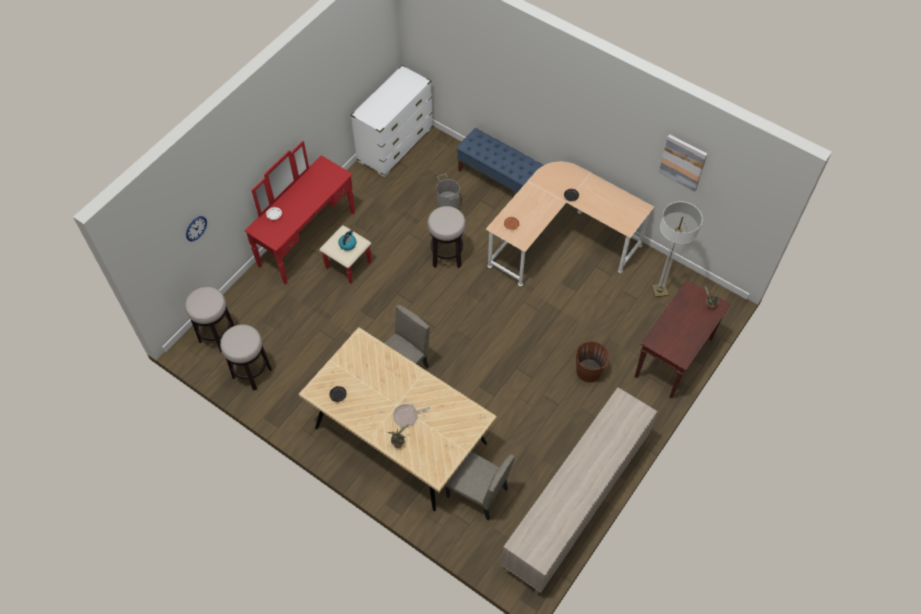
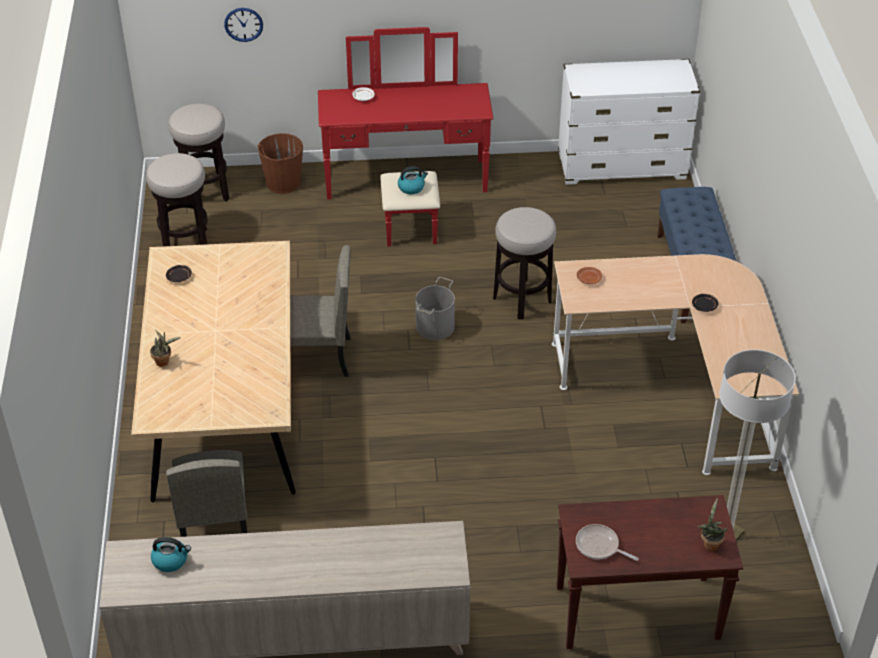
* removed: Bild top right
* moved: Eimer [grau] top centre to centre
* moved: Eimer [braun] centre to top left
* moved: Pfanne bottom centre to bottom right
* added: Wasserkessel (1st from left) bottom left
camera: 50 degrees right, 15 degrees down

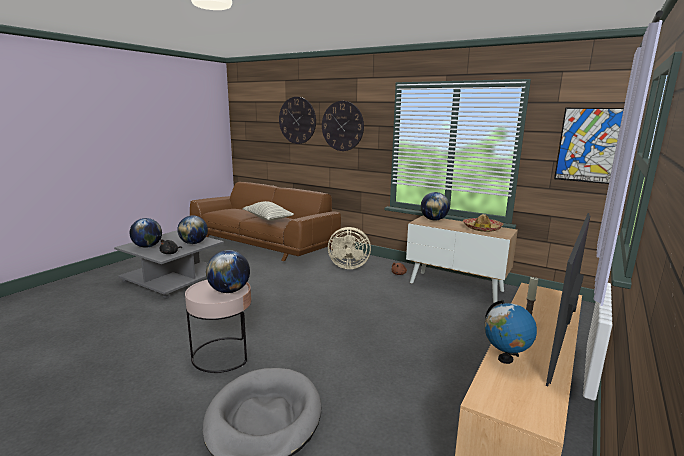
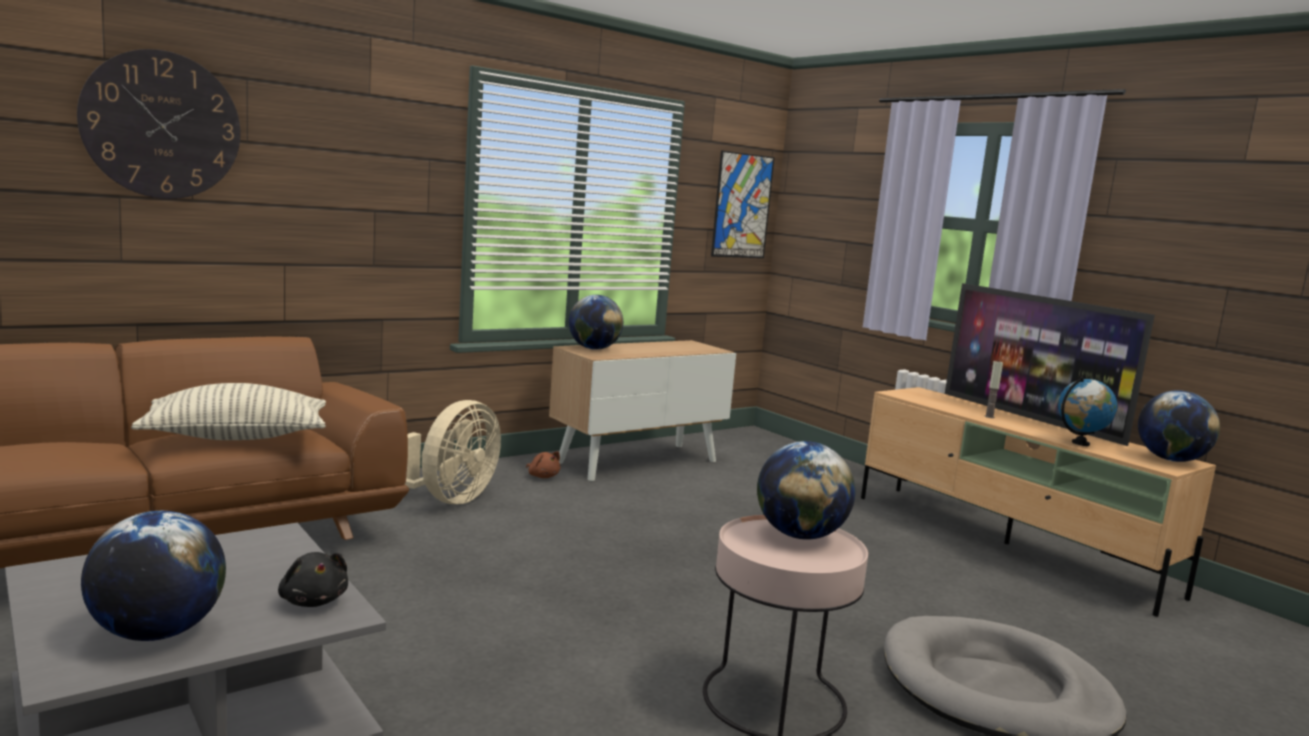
* removed: Wanduhr (2nd from left) top centre
* removed: Hut middle right
* moved: Globus (2nd from left in the first image) middle left to Globus (5th from left) middle right
camera: 70 degrees left, 5 degrees down

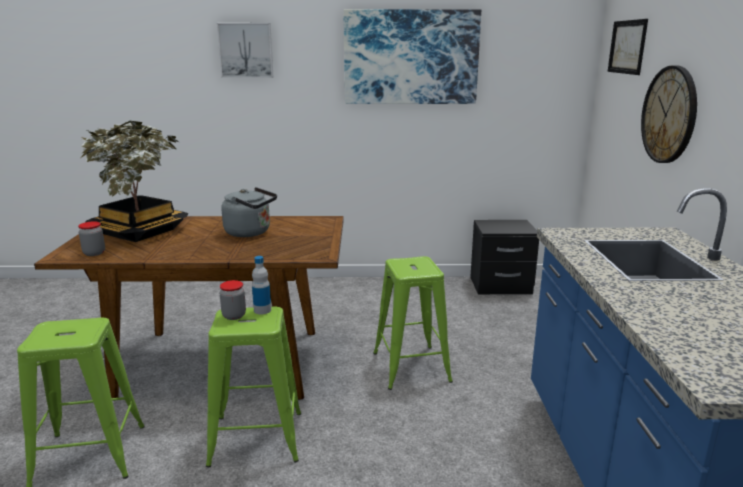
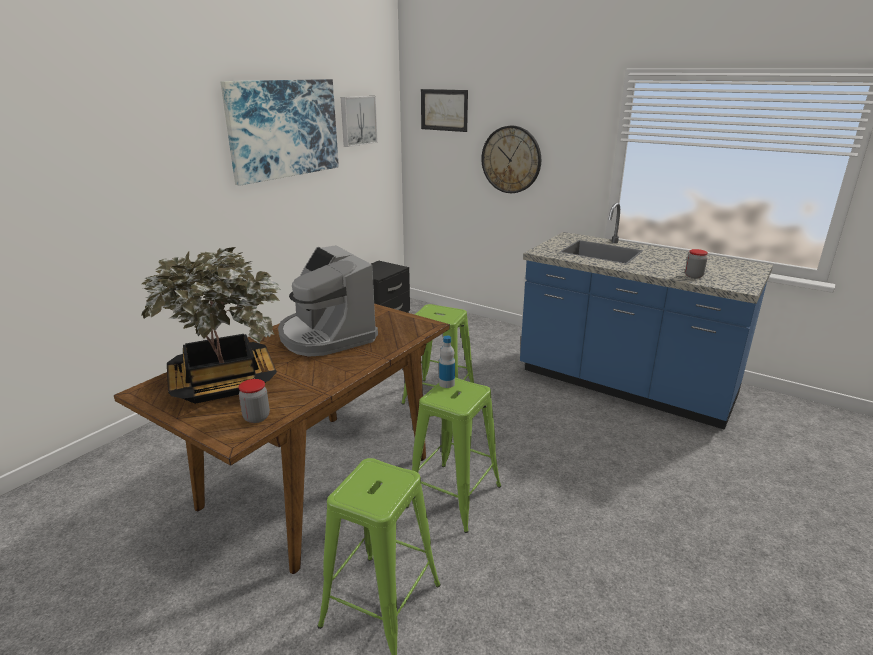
* moved: Bild (1st from left in the first image) top left to Bild (2nd from left) top centre
* replaced: Wasserkessel [grau] centre to Kaffeemaschine centre
* moved: Vorratsglas (2nd from left) middle left to middle right
camera: 55 degrees left, 5 degrees up

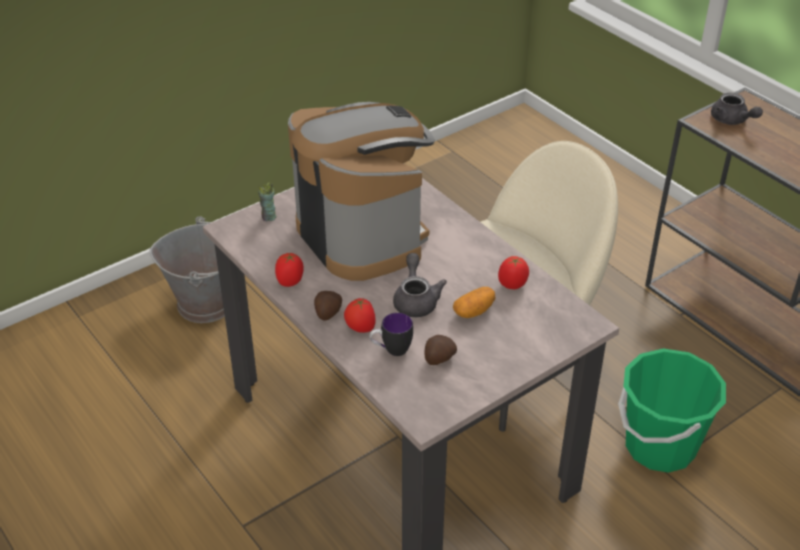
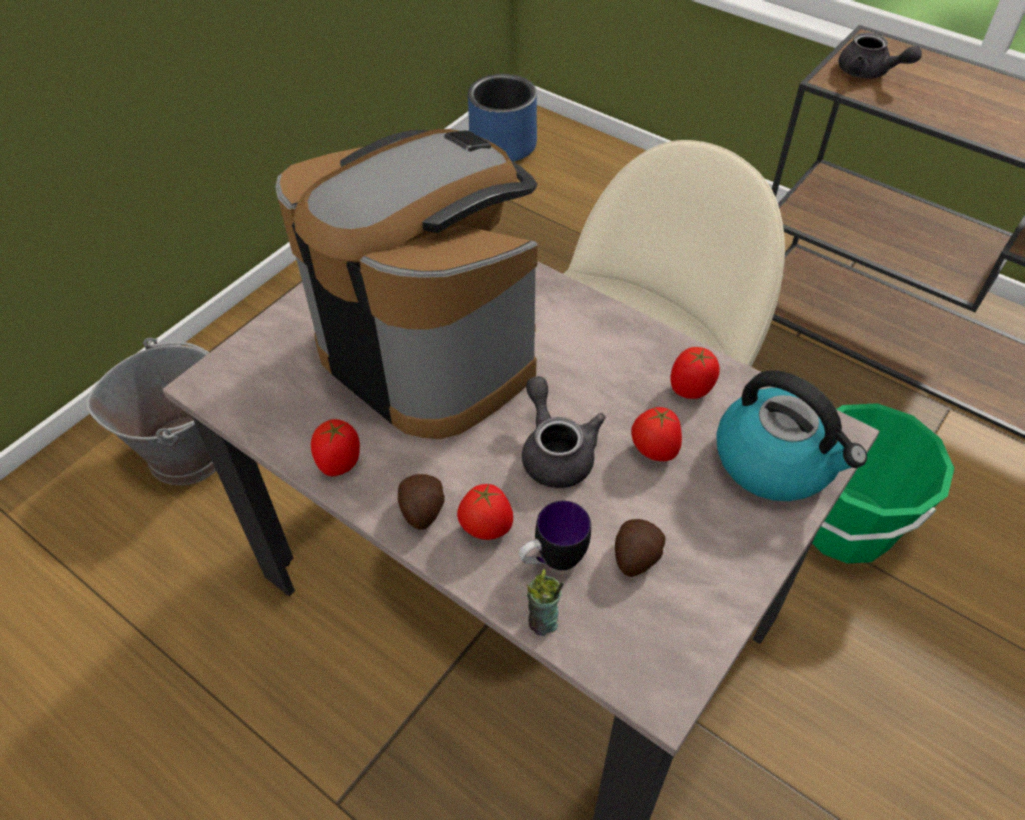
* moved: Tasse centre to bottom centre
* replaced: Kartoffel (3rd from left) centre to Tomate (3rd from left) centre
* added: Pflanzkübel [blau] top centre
* added: Wasserkessel middle right
camera: 15 degrees left, 10 degrees up

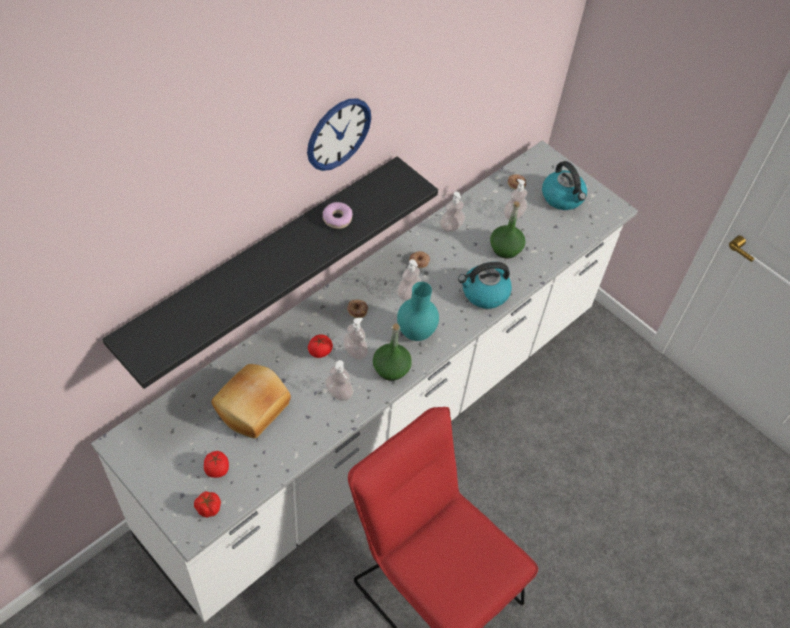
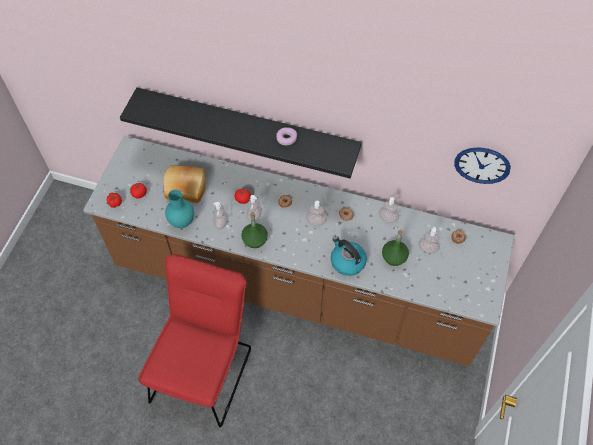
* moved: Wanduhr top centre to middle right
* recoloured: Küchenzeile [weiß] centre to Küchenzeile [braun] centre
* removed: Wasserkessel (2nd from left) top right
* moved: Vase [türkis] centre to middle left
camera: 65 degrees right, 5 degrees up

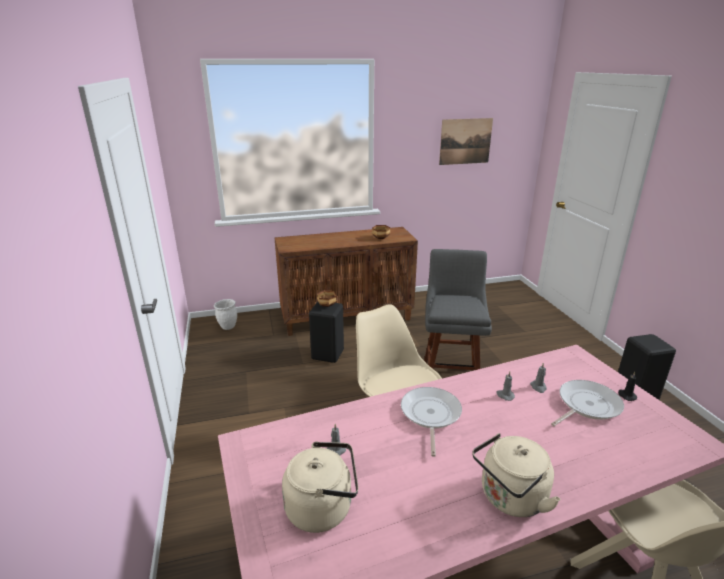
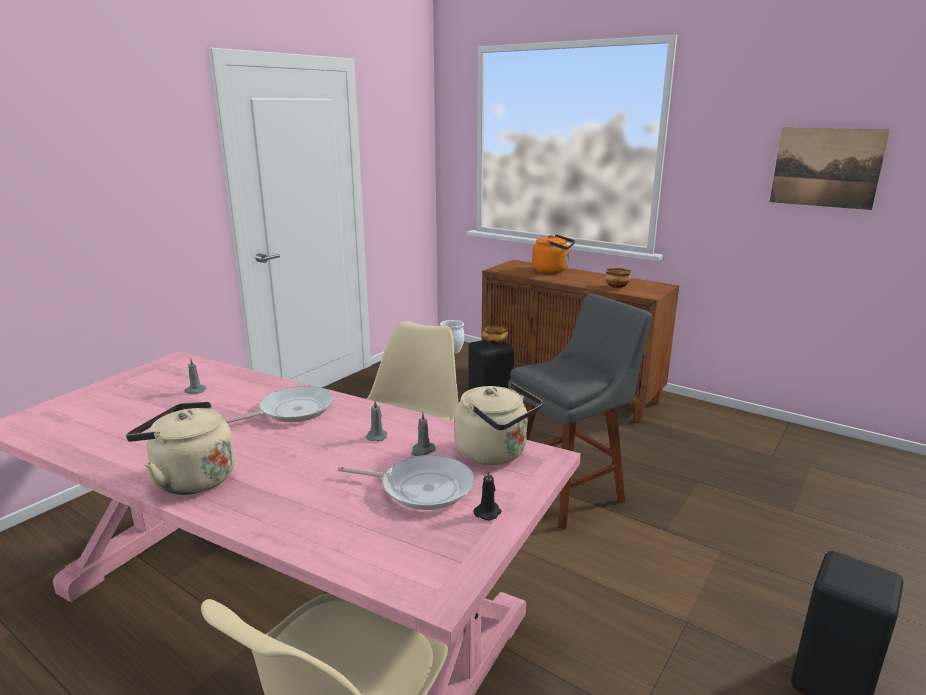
* moved: Wasserkessel [beige] (1st from left in the first image) bottom centre to Wasserkessel [beige] (2nd from left) centre
* added: Wasserkessel [orange] centre
camera: 50 degrees right, 5 degrees down

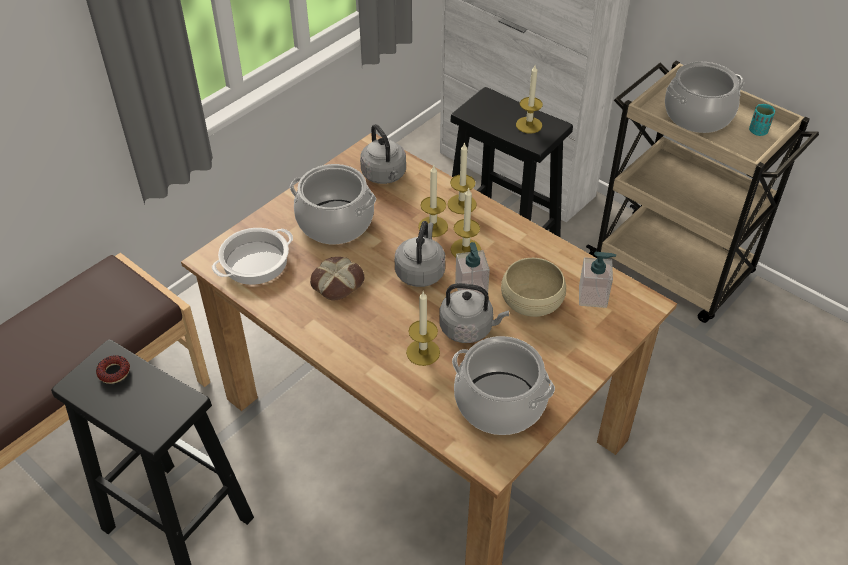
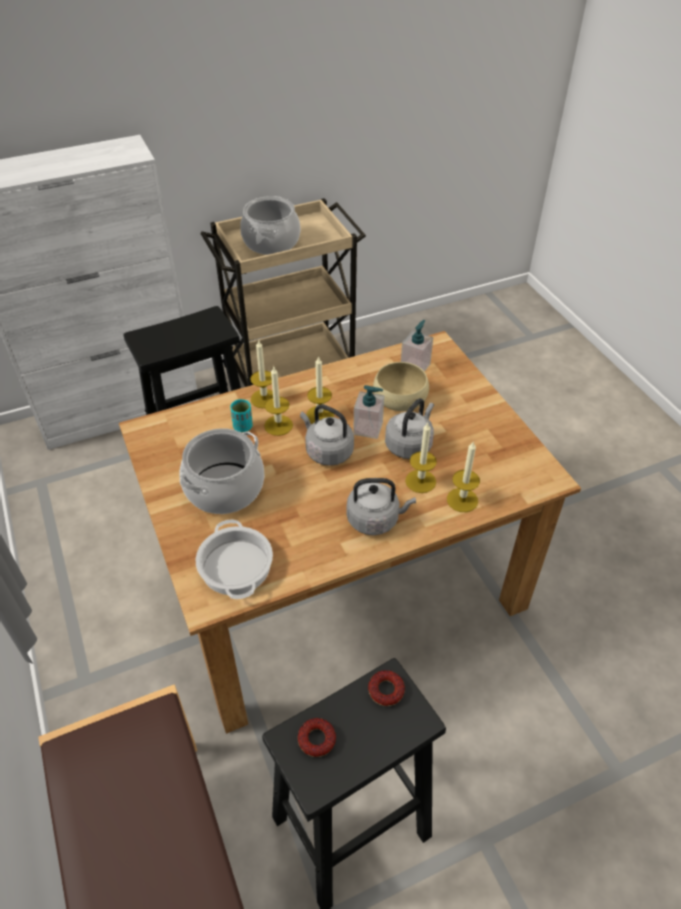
* moved: Kerze (5th from left) top centre to middle right
* moved: Tasse [türkis] top right to centre
* moved: Wasserkessel [grau] (1st from left in the first image) top centre to Wasserkessel [grau] (2nd from left) centre
* removed: Brot centre
* removed: Kochtopf (3rd from left) bottom centre
* added: Donut (2nd from left) bottom centre
camera: 65 degrees left, 0 degrees up

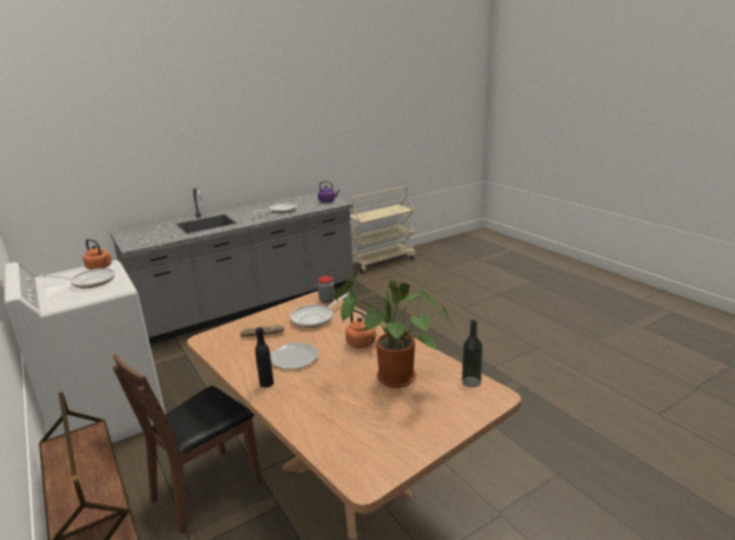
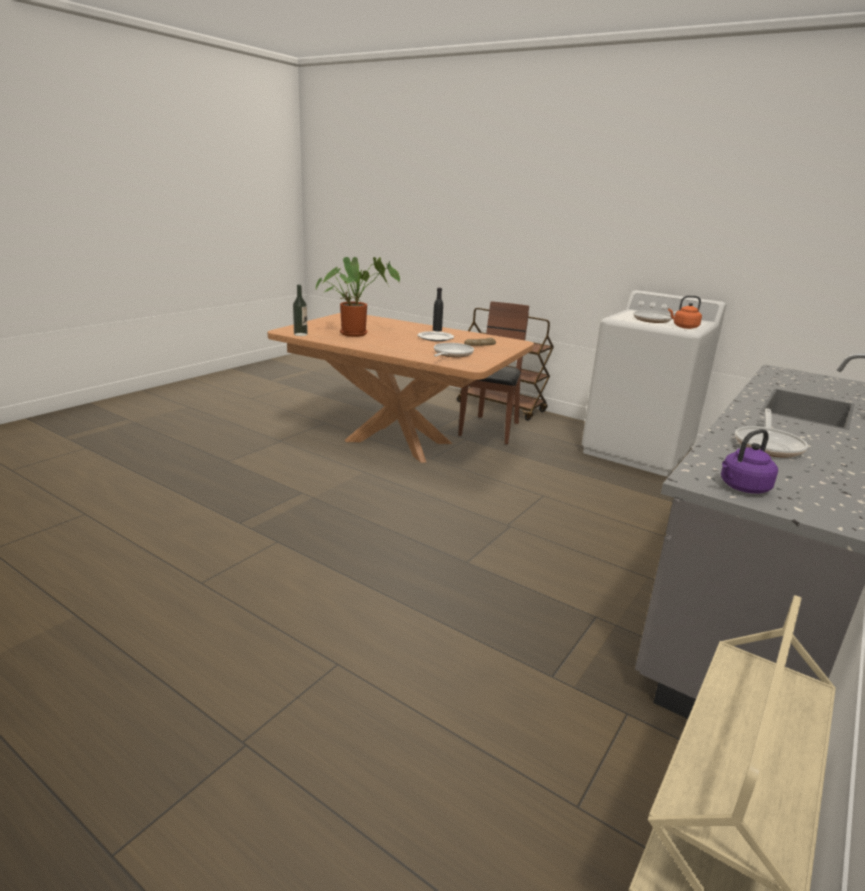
* removed: Vorratsglas centre
* removed: Wasserkessel [orange] (2nd from left) centre
camera: 155 degrees right, 0 degrees up

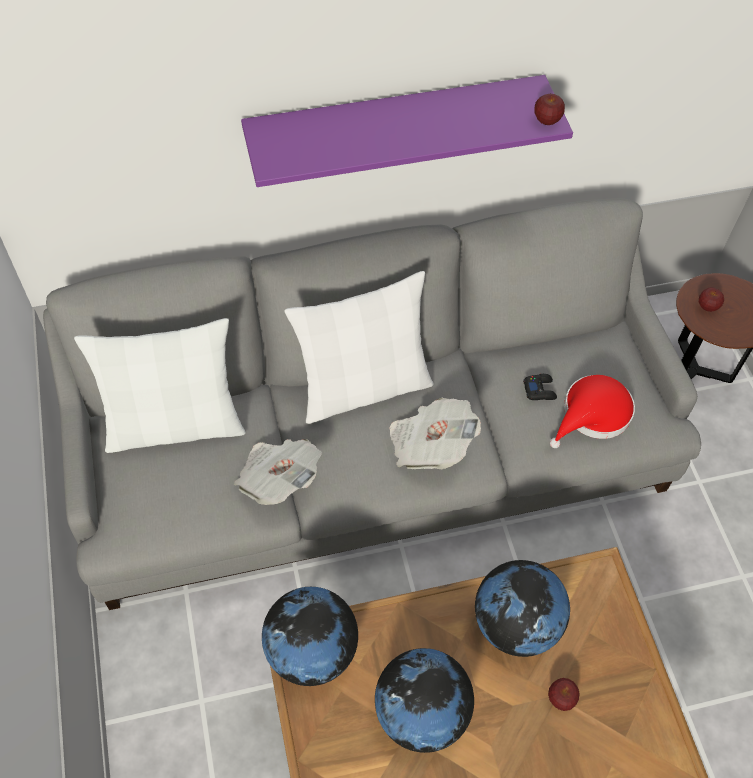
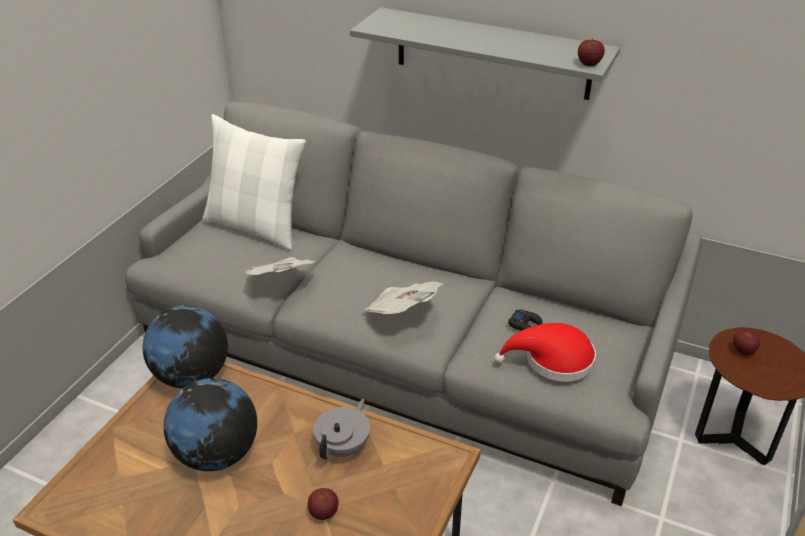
* recoloured: Wandregal [lila] top centre to Wandregal [grau] top centre
* removed: Kissen [weiß] (2nd from left) centre
* replaced: Globus (3rd from left) bottom right to Teekanne [grau] bottom centre
camera: 40 degrees right, 20 degrees down

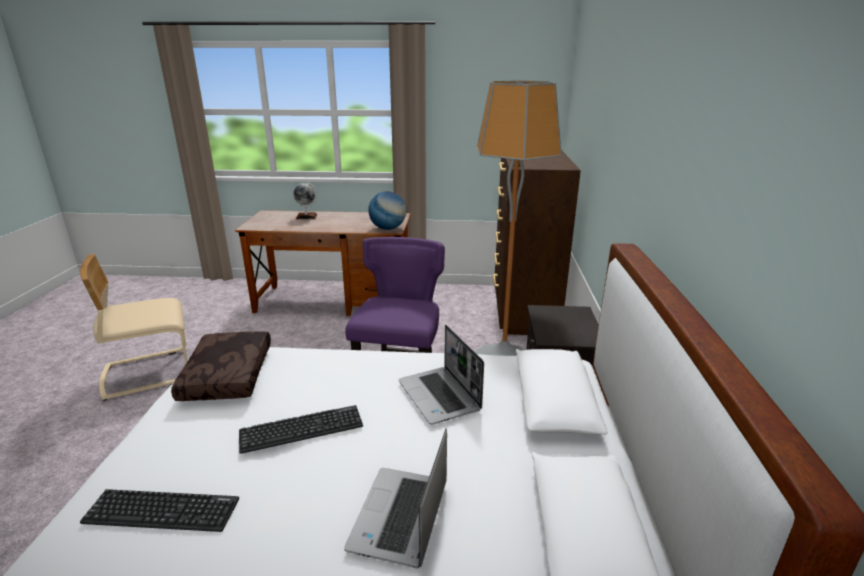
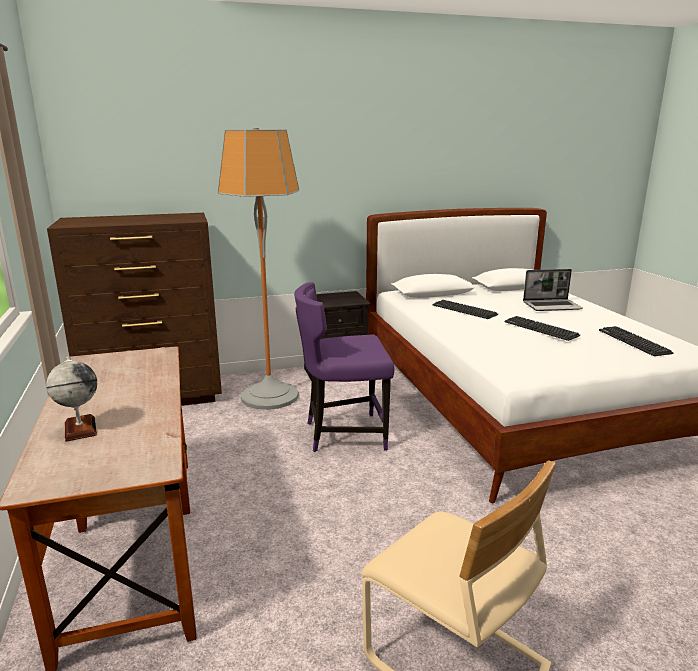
* removed: Globus (2nd from left) centre
* replaced: Laptop (2nd from left) centre to Tastatur (1st from left) centre
* removed: Kissen [braun] middle left
camera: 110 degrees left, 5 degrees down

